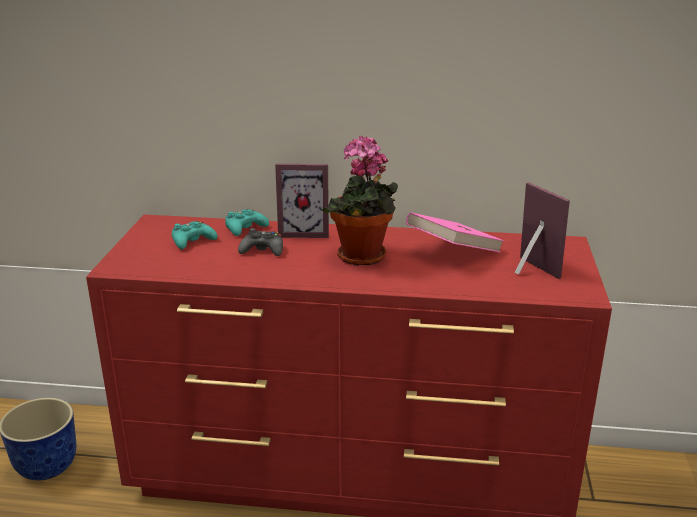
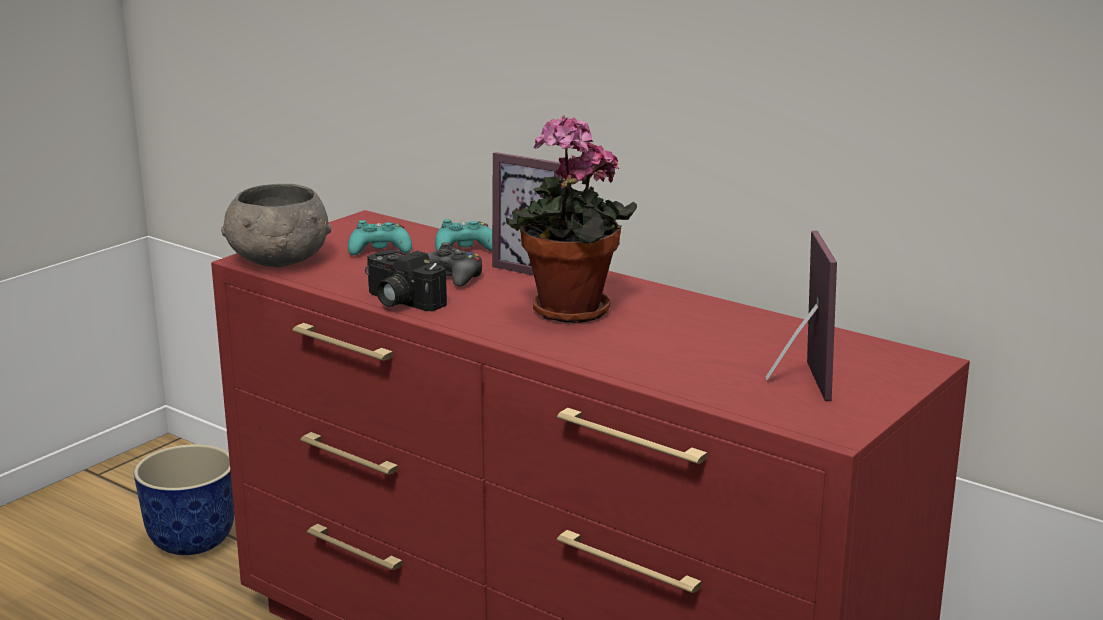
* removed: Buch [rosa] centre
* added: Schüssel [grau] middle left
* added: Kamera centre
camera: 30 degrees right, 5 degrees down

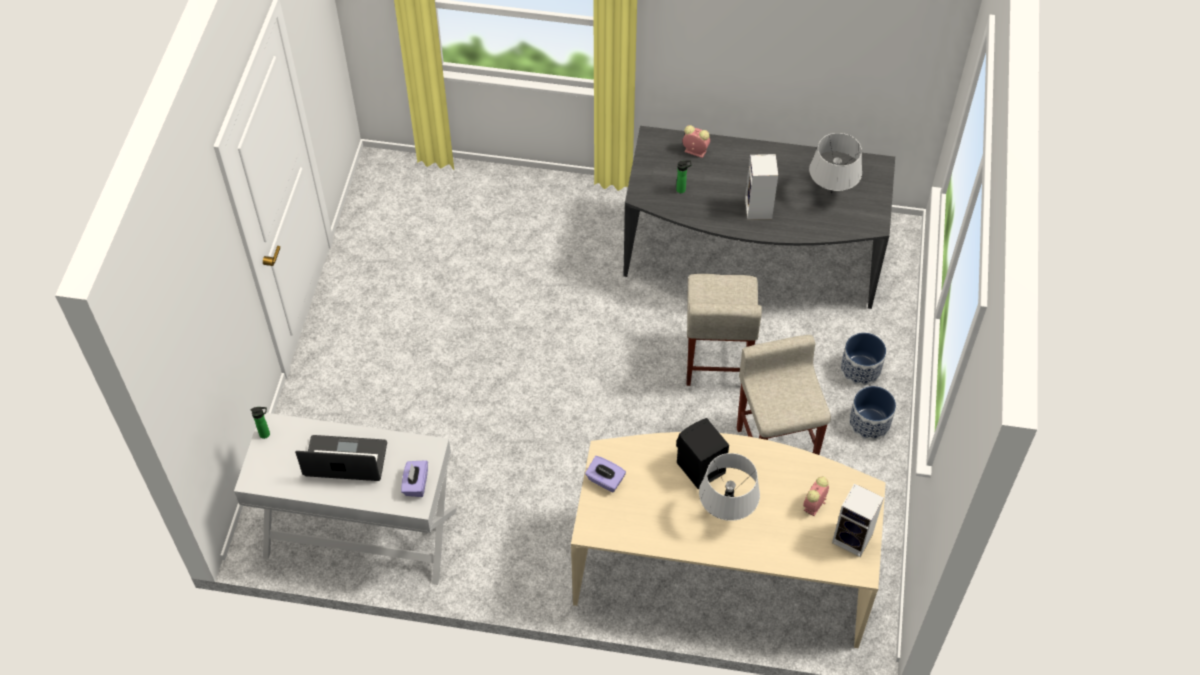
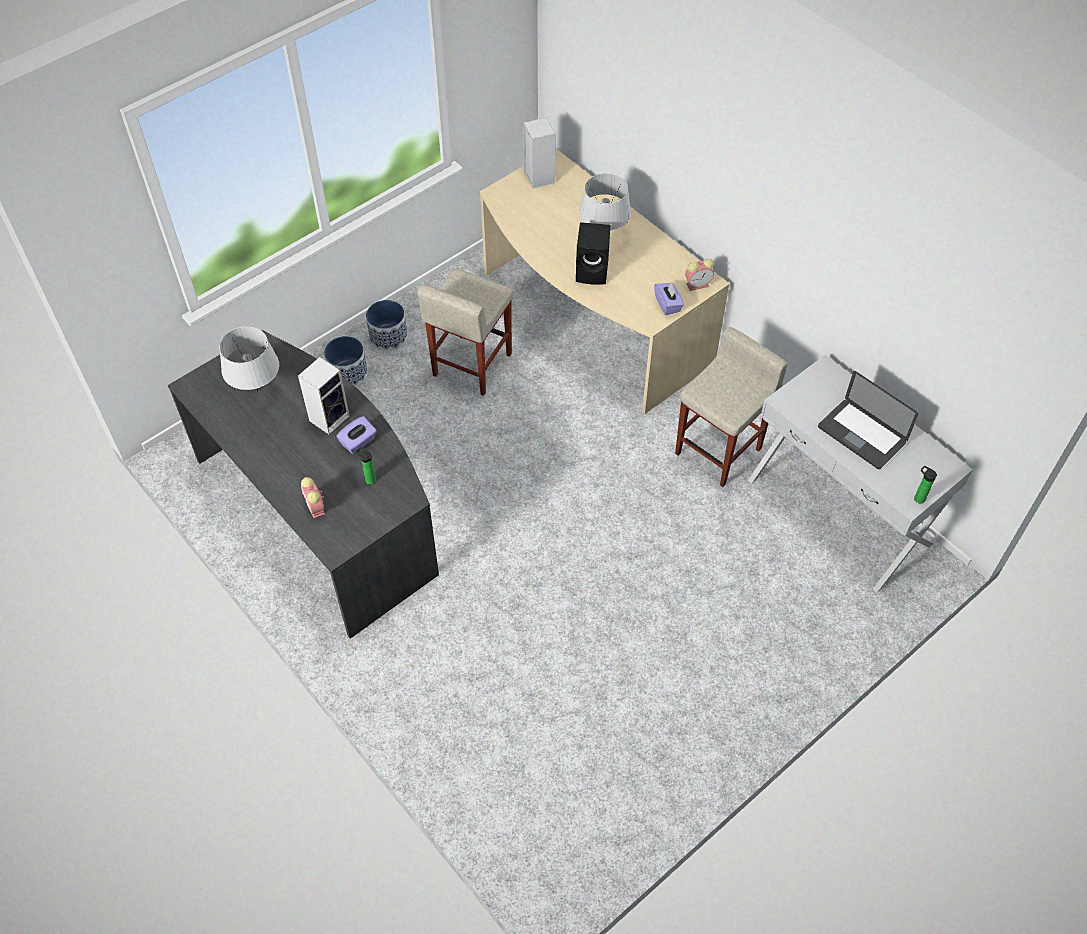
* moved: Hocker [beige] (1st from left in the first image) centre to Hocker [beige] (2nd from left) middle right
* moved: Taschentuchbox [lila] (1st from left) bottom centre to middle left
* moved: Wecker (2nd from left) bottom right to top centre
camera: 140 degrees left, 0 degrees up

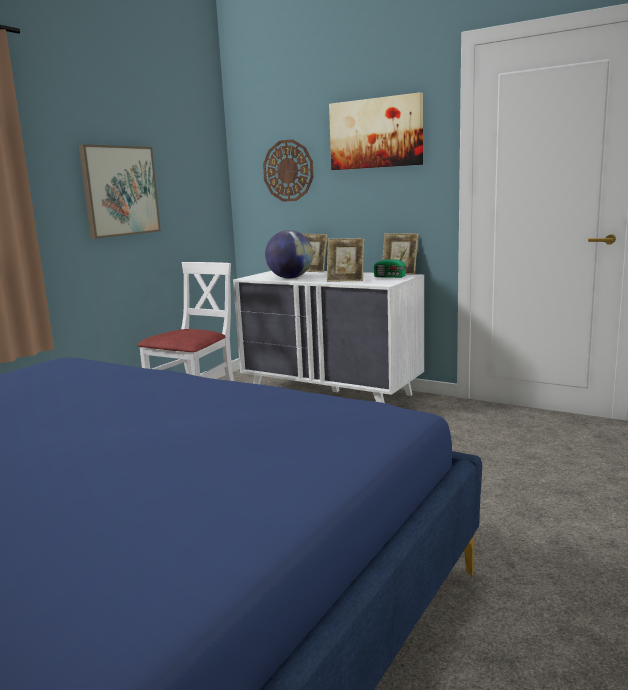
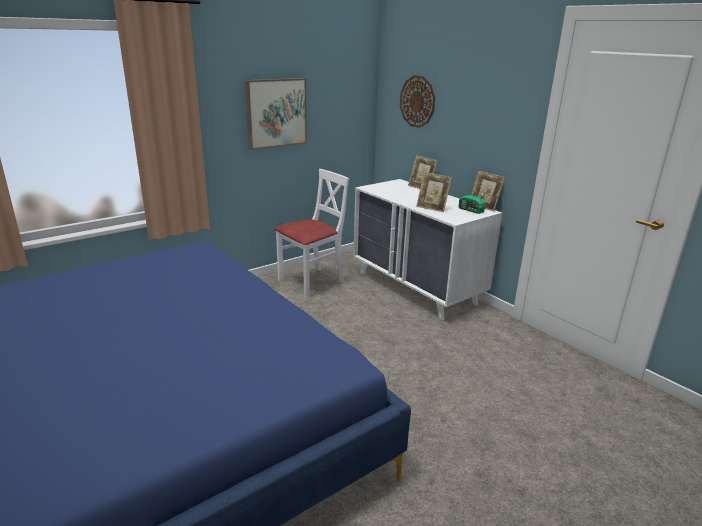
* removed: Bild (2nd from left) top centre
* removed: Globus centre
camera: 20 degrees right, 10 degrees up

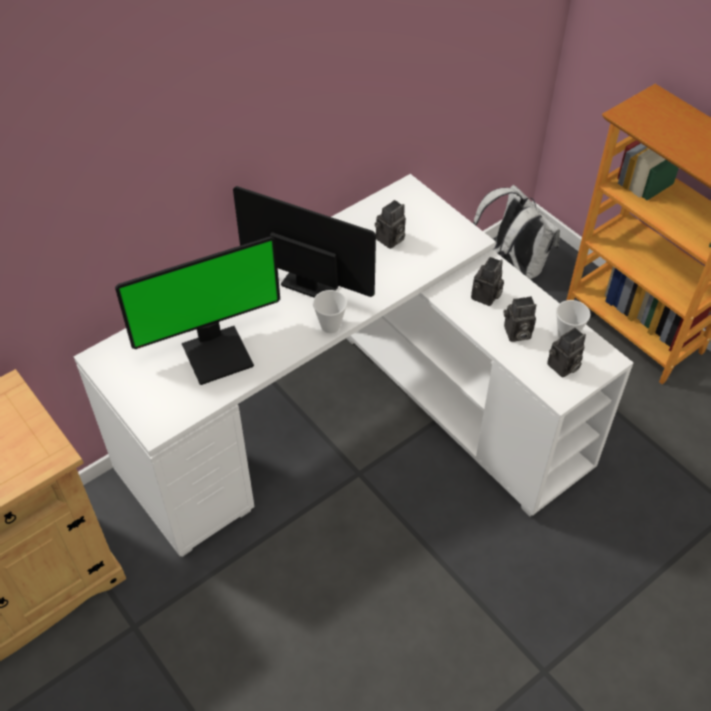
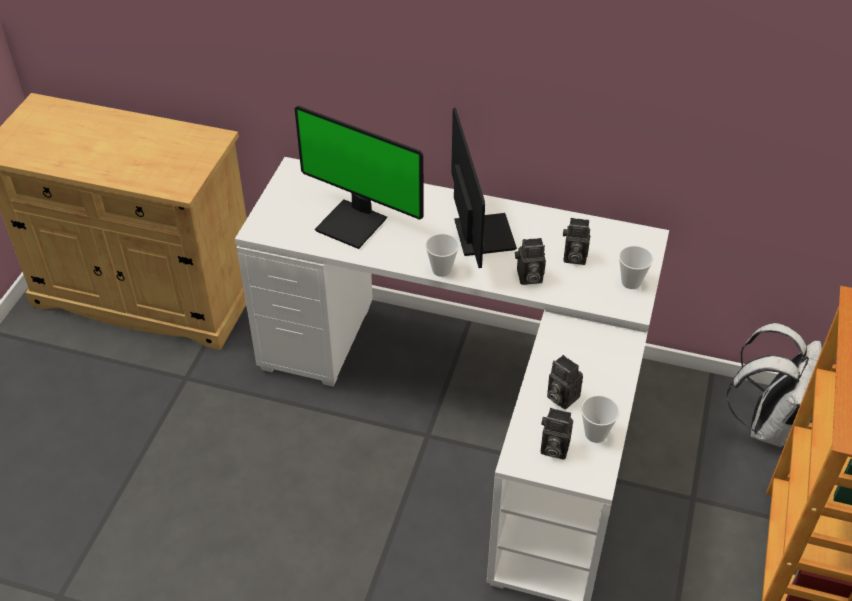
* moved: Kamera (2nd from left in the first image) middle right to Kamera (1st from left) centre
* added: Tasse (3rd from left) middle right
camera: 55 degrees right, 5 degrees down

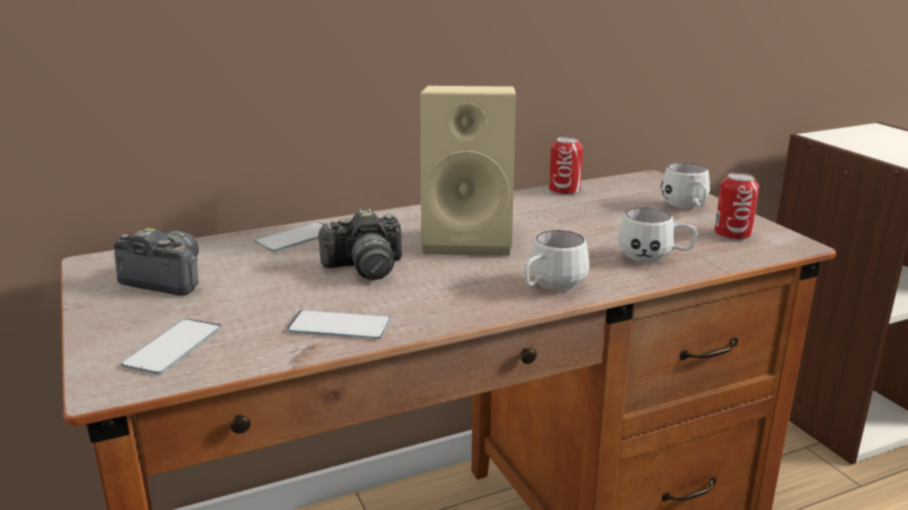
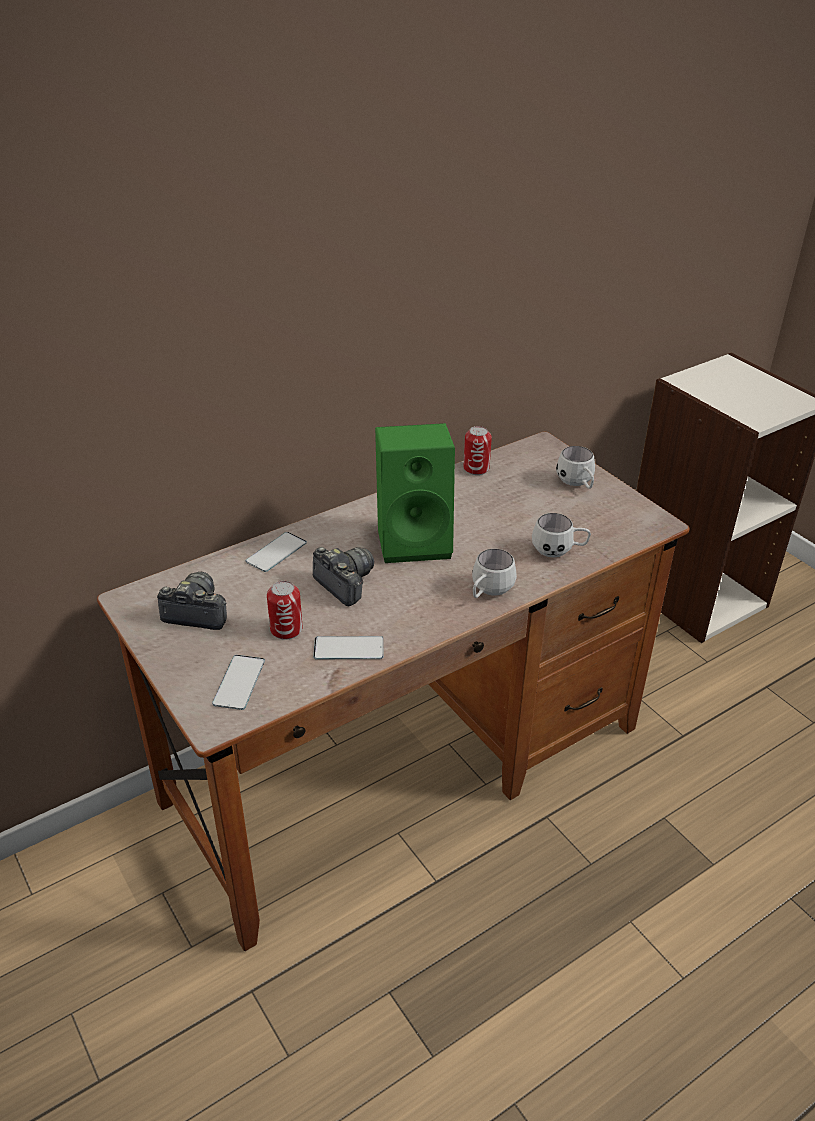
* recoloured: Lautsprecher [beige] centre to Lautsprecher [grün] centre
* moved: Dose (2nd from left in the first image) middle right to Dose (1st from left) centre
* turned: Kamera (2nd from left) centre = centre 105 degrees counterclockwise
camera: 10 degrees left, 15 degrees up

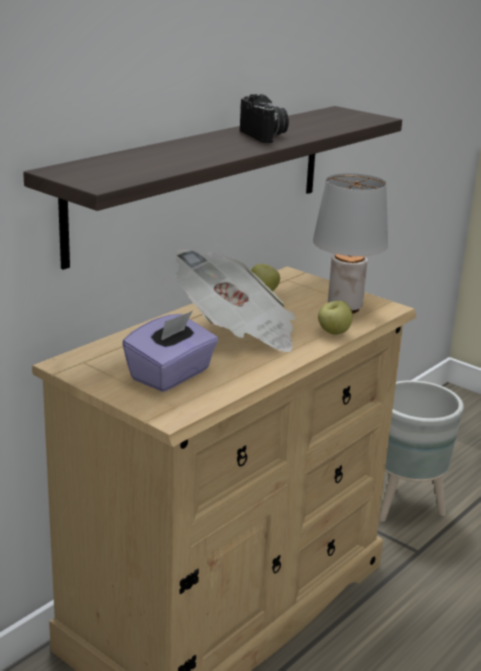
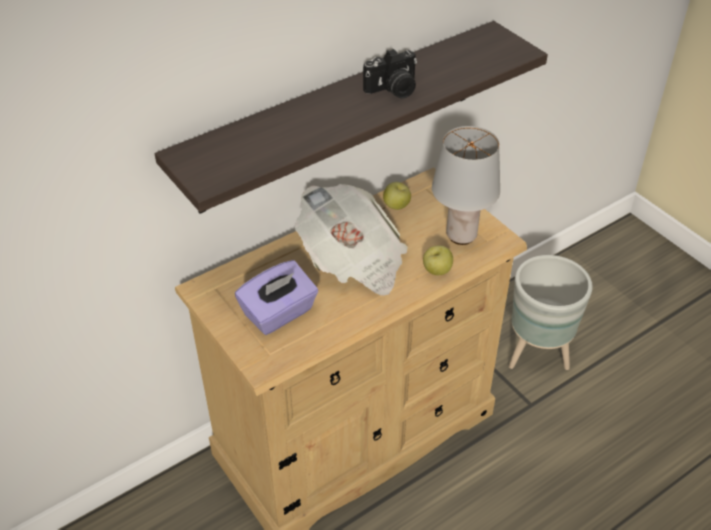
* turned: Kamera top centre = top centre 75 degrees clockwise
camera: 15 degrees right, 20 degrees up

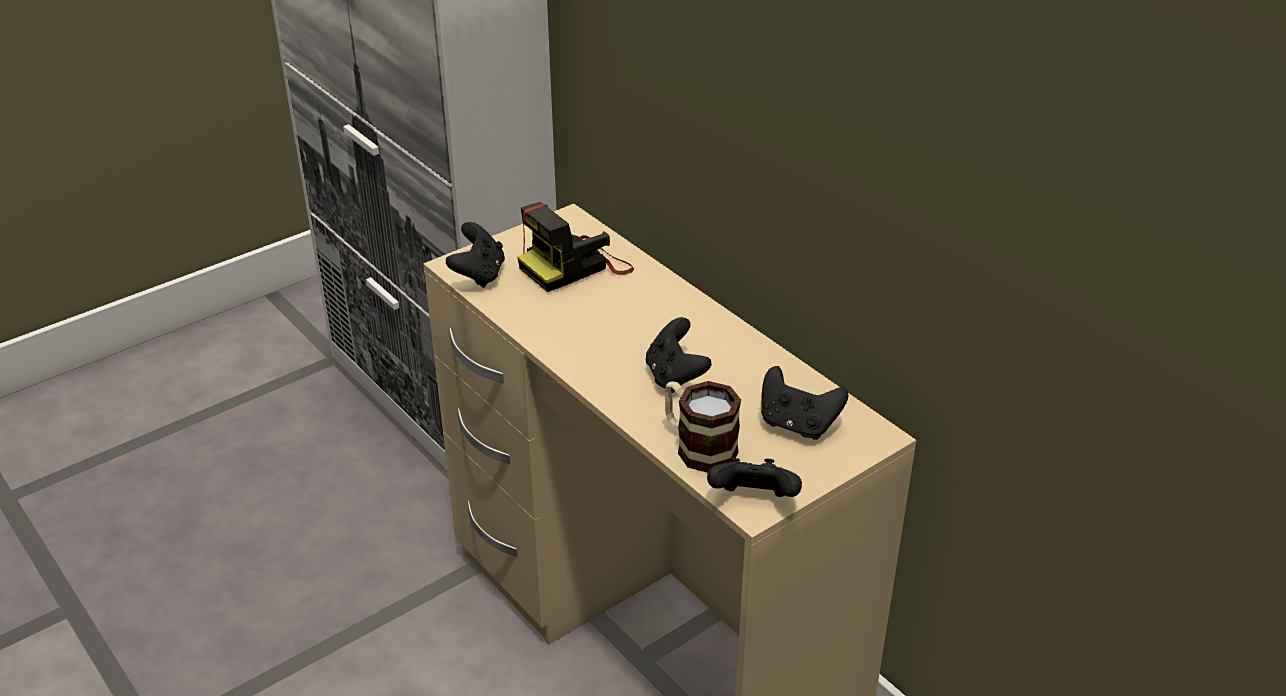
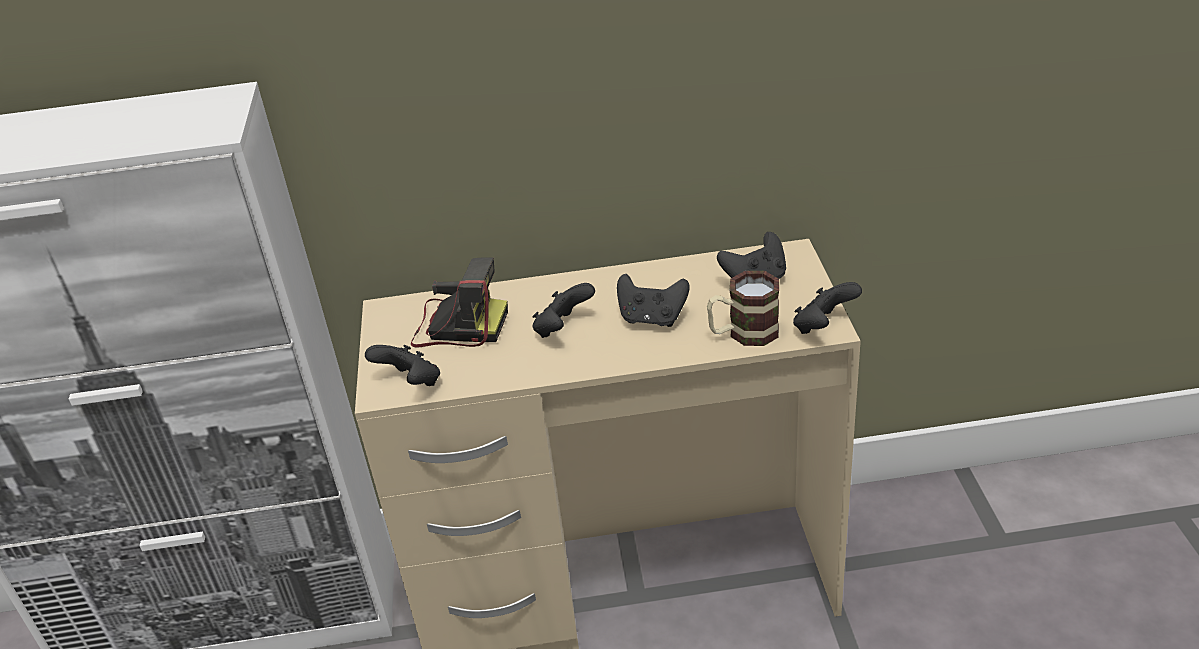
* turned: Kamera centre = centre 75 degrees counterclockwise
* added: Gamepad [schwarz] (2nd from left) centre
camera: 55 degrees left, 0 degrees up

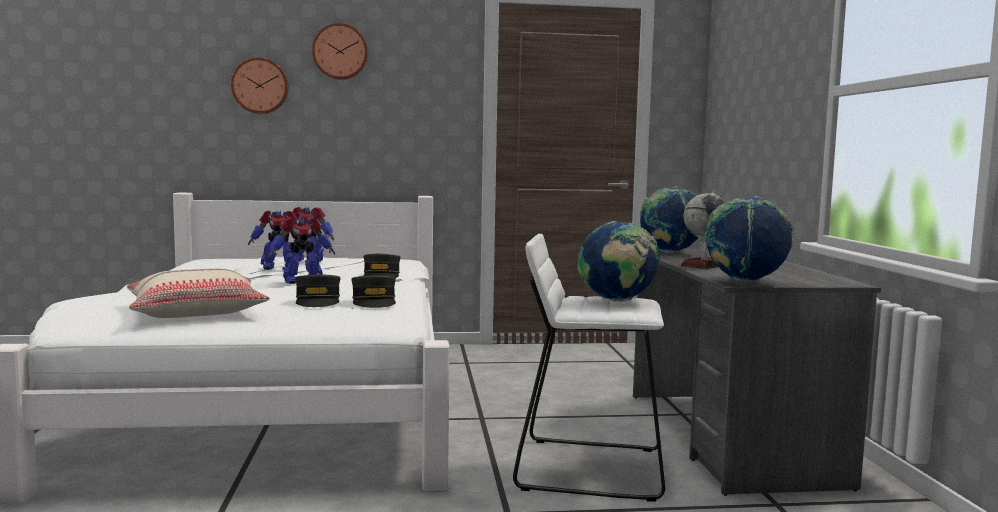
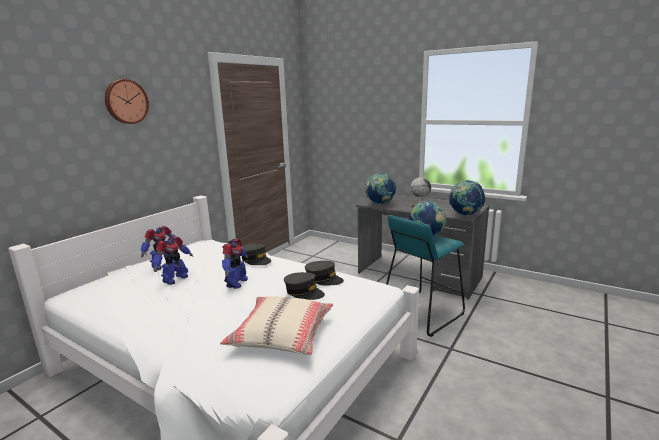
* removed: Wanduhr (1st from left) top left
* recoloured: Hocker [weiß] bottom centre to Hocker [türkis] centre
camera: 50 degrees left, 10 degrees up

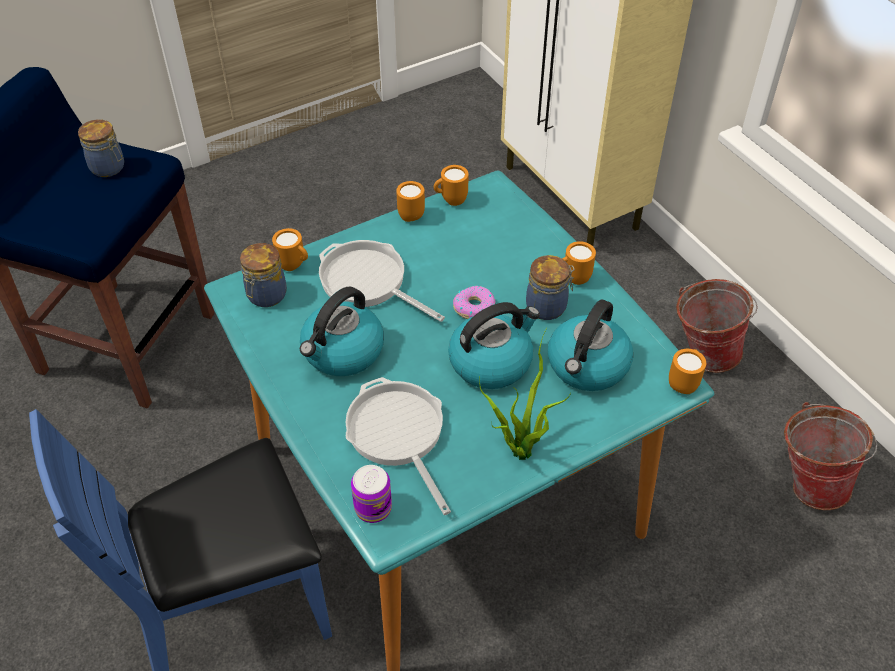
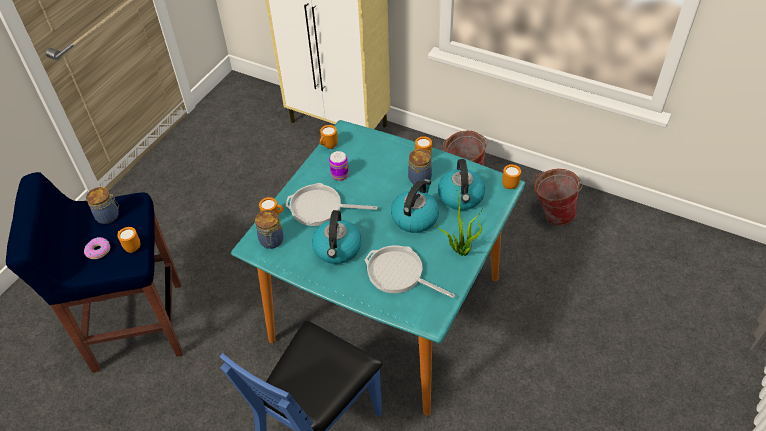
* moved: Henkelbecher [orange] (2nd from left in the first image) top centre to Henkelbecher [orange] (1st from left) middle left
* moved: Donut centre to middle left
* moved: Dose bottom centre to centre
camera: 30 degrees left, 0 degrees up

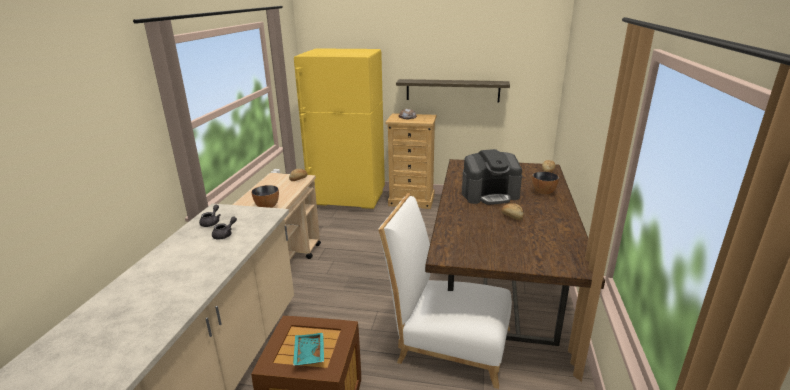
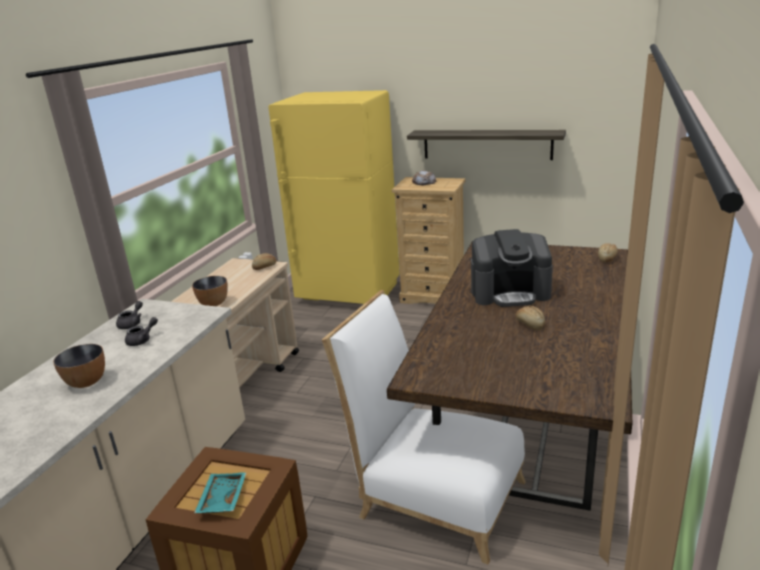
* moved: Schüssel (2nd from left in the first image) middle right to Schüssel (1st from left) middle left
camera: 10 degrees right, 0 degrees up

